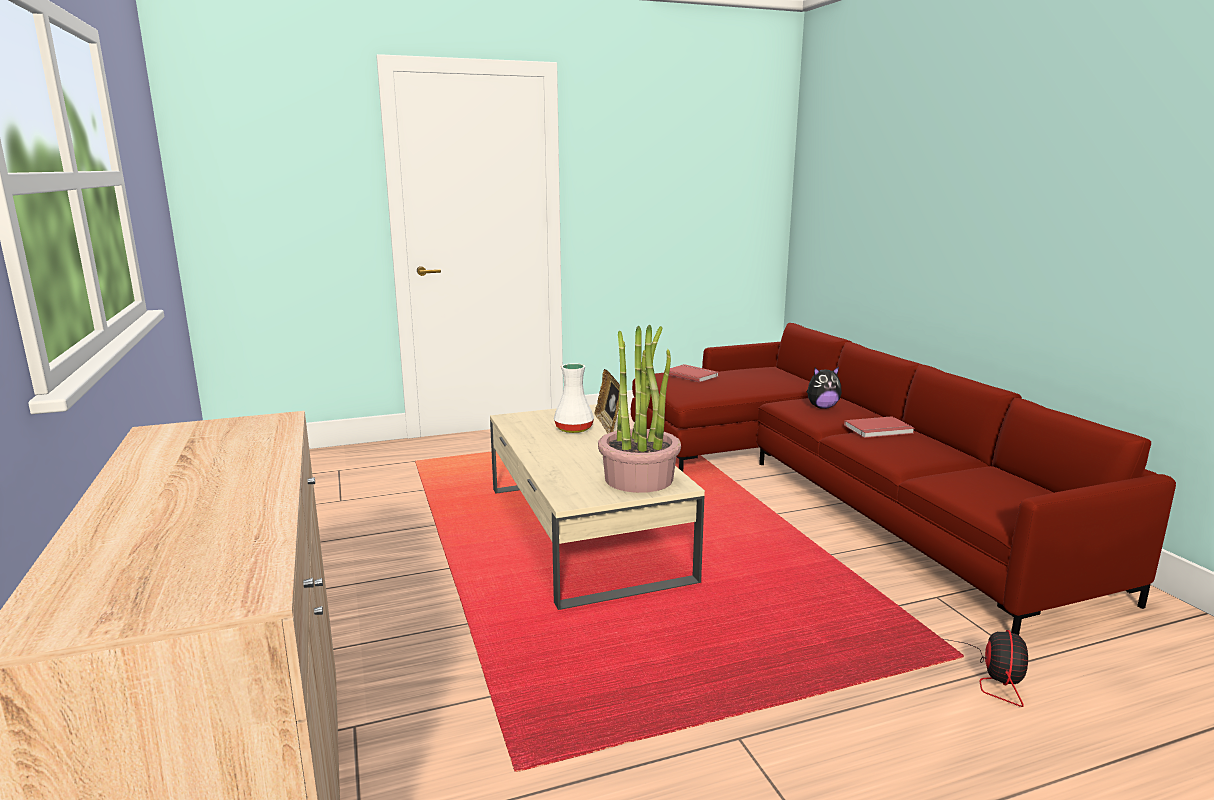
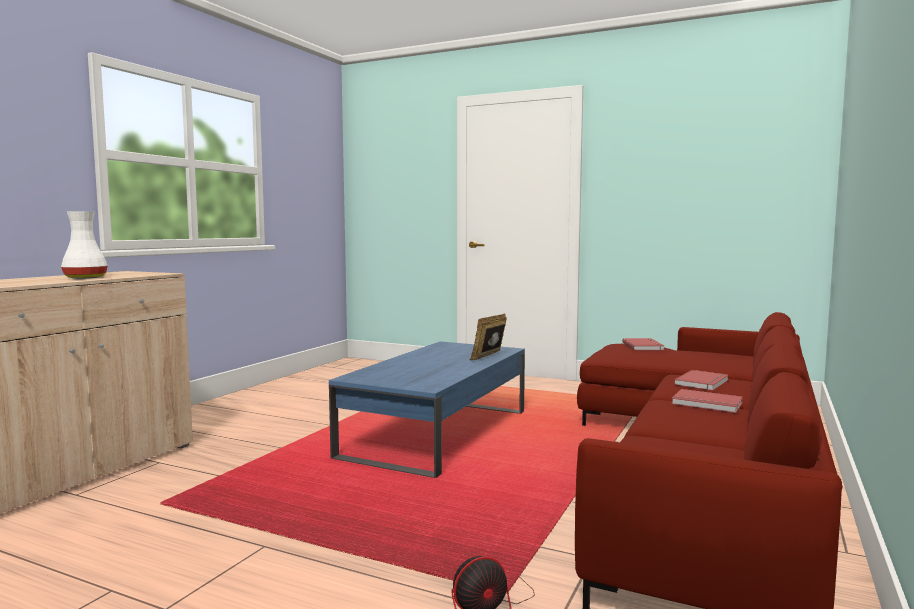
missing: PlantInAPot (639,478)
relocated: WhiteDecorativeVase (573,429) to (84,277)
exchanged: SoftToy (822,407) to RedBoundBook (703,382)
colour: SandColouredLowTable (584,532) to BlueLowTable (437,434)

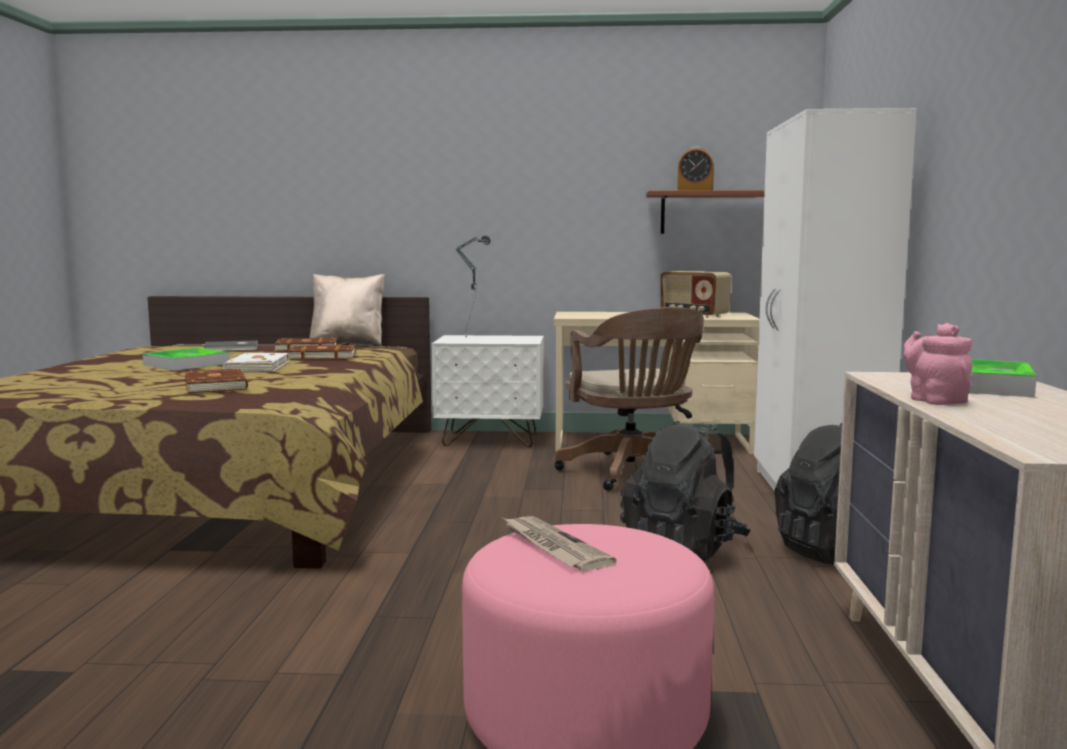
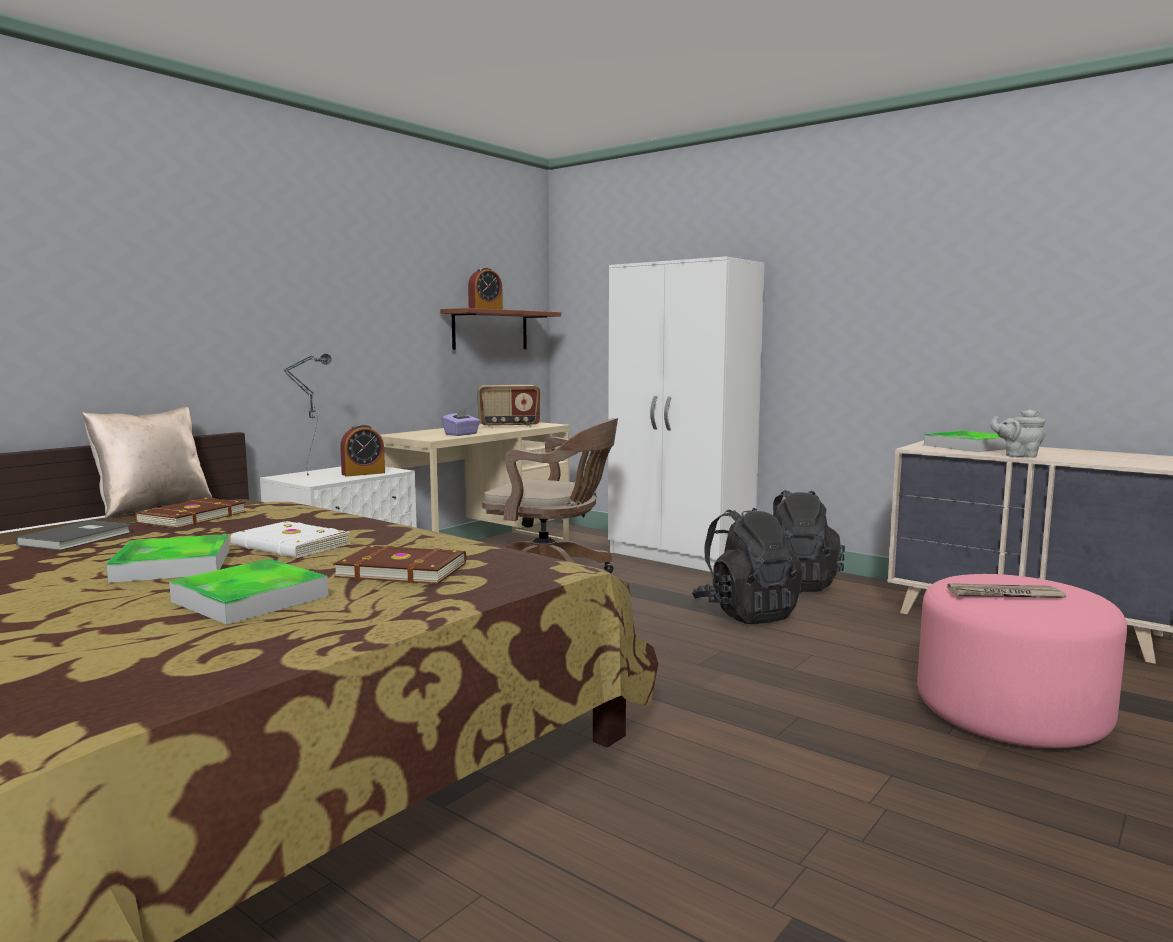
missing: BrownishBoundBook (322,356)
appeared: PurpleColouredTissueBox (461,434); BedsideClock (363,473); CarryingTray (250,599)
colour: PinkTeapot (934,400) to GrayTeapot (1018,455)

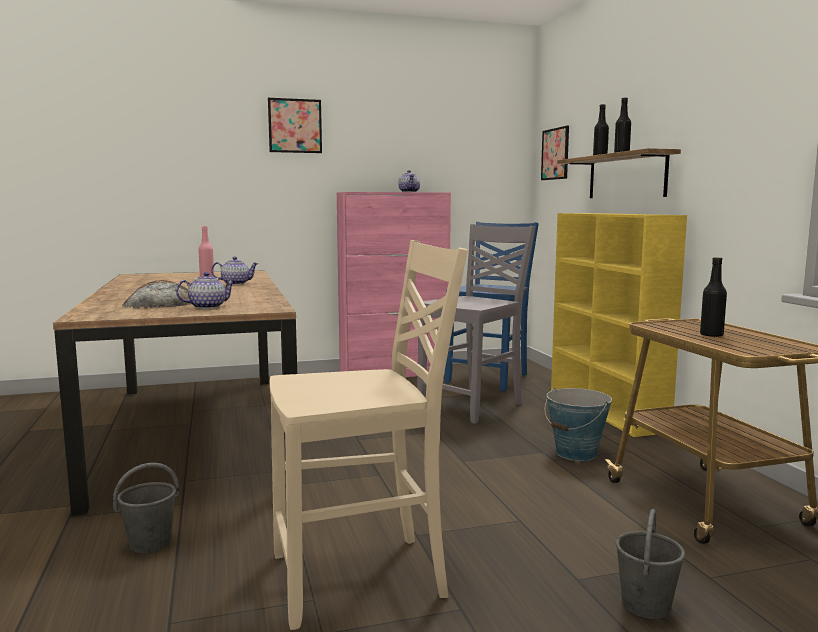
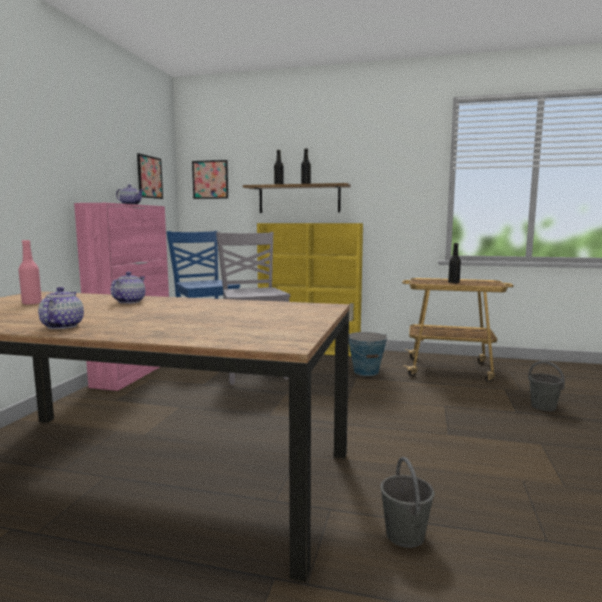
missing: SandColouredUprightChair (362,577); BakeryBread (161,303)
relocated: WallArt (295,126) to (149,177); Teapot (207,307) to (61,326)

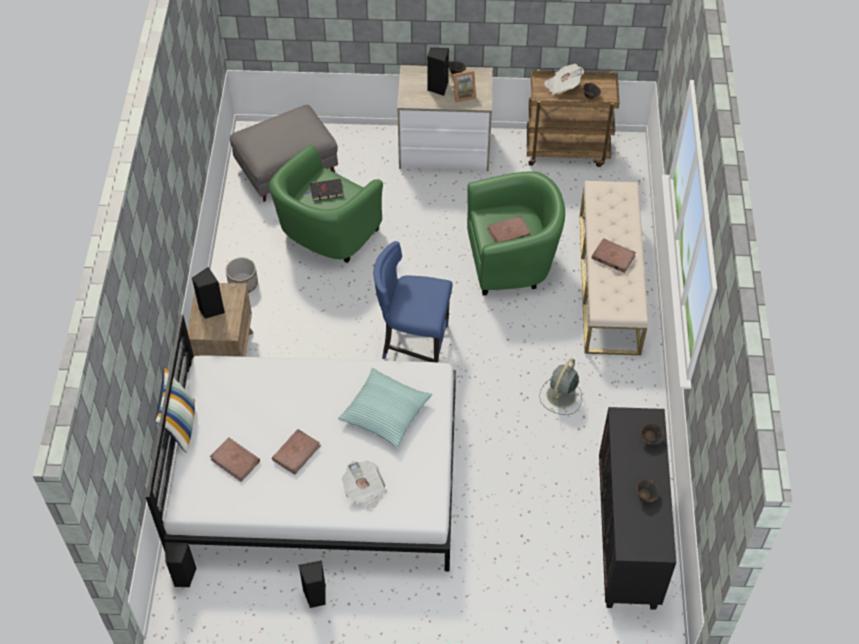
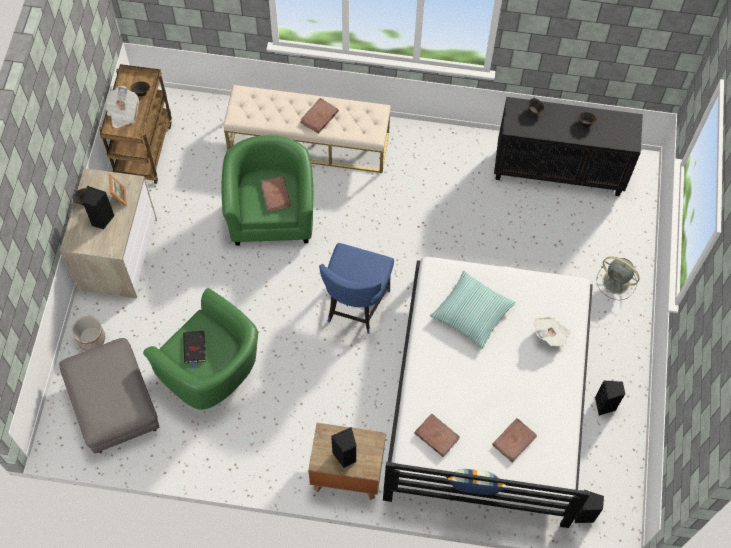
relocated: FlowerPot (243,284) to (91,338); GrayElectricFan (560,396) to (617,282); BrownishBoundBook (296,452) to (436,436)

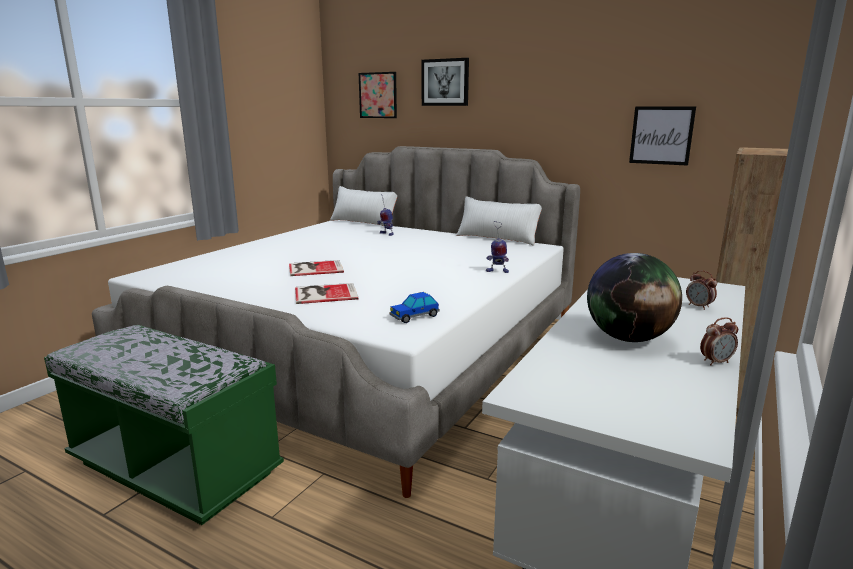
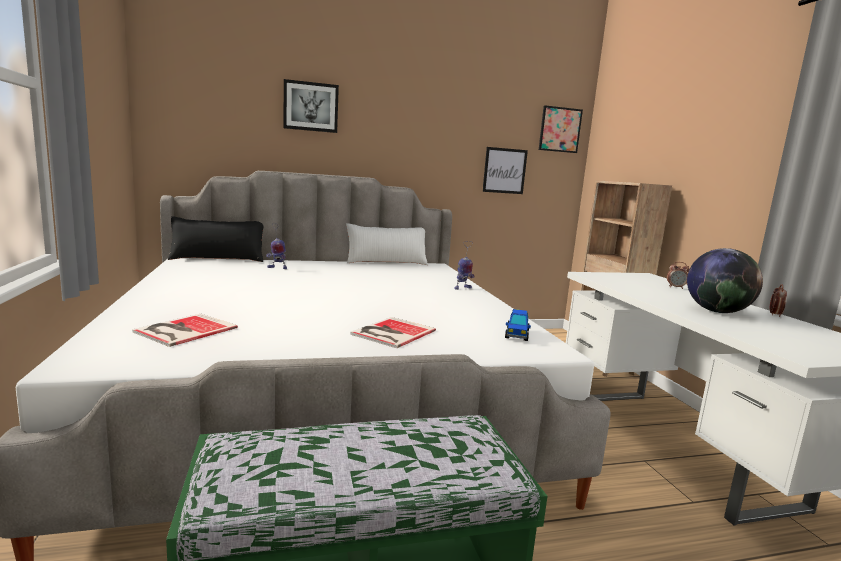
relocated: WallArt (378,95) to (560,129); BoundBook (314,268) to (183,330)
colour: WhitePillow (364,222) to BlackColouredPillow (218,259)

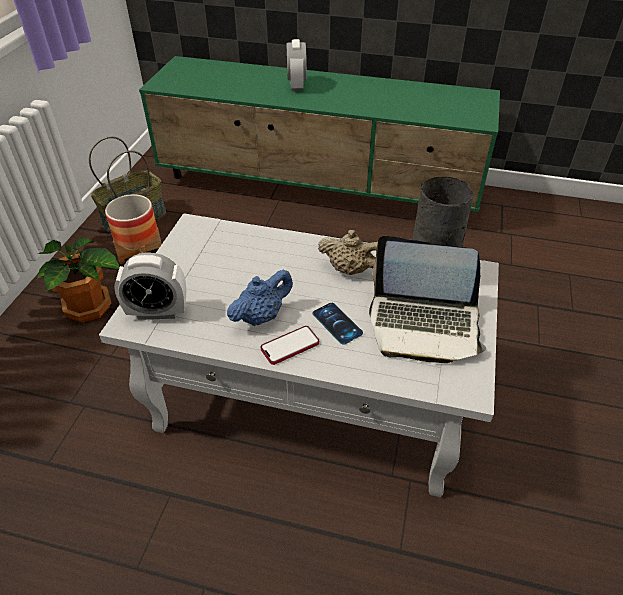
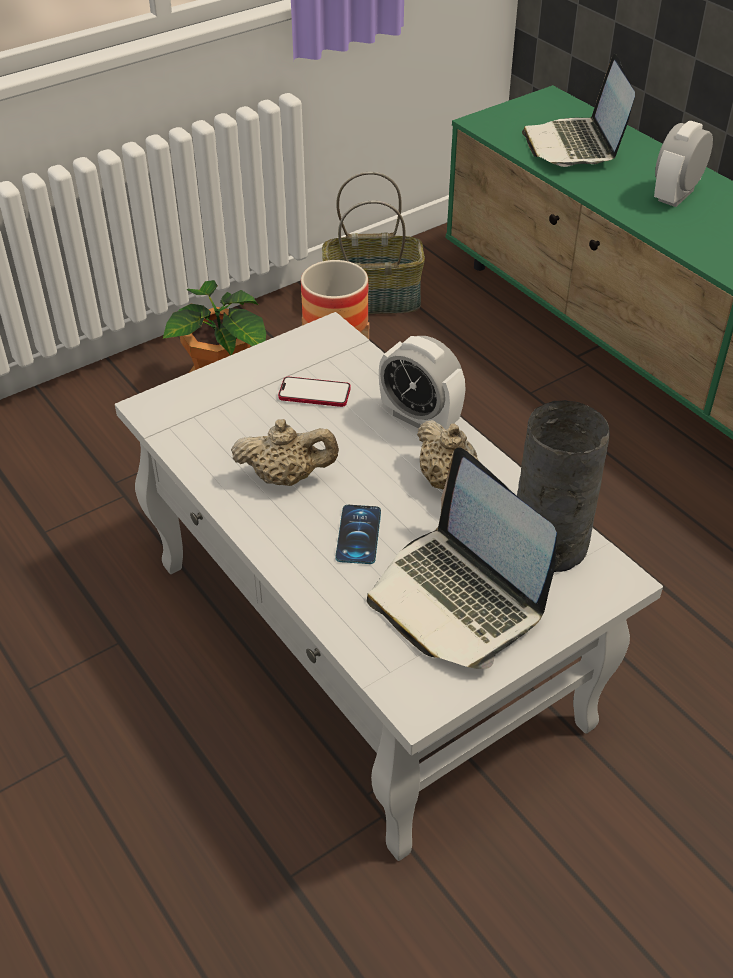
appeared: Laptop (575,145)
relocated: BedsideClock (158,312) to (420,419); Telephone (290,346) to (314,393)
colour: BlueTeapot (261,316) to SandColouredTeapot (286,477)

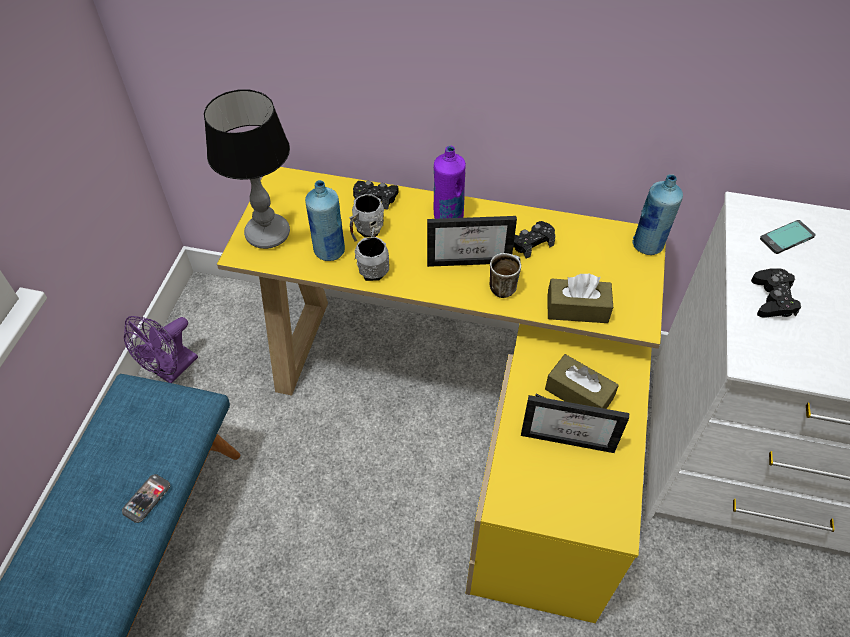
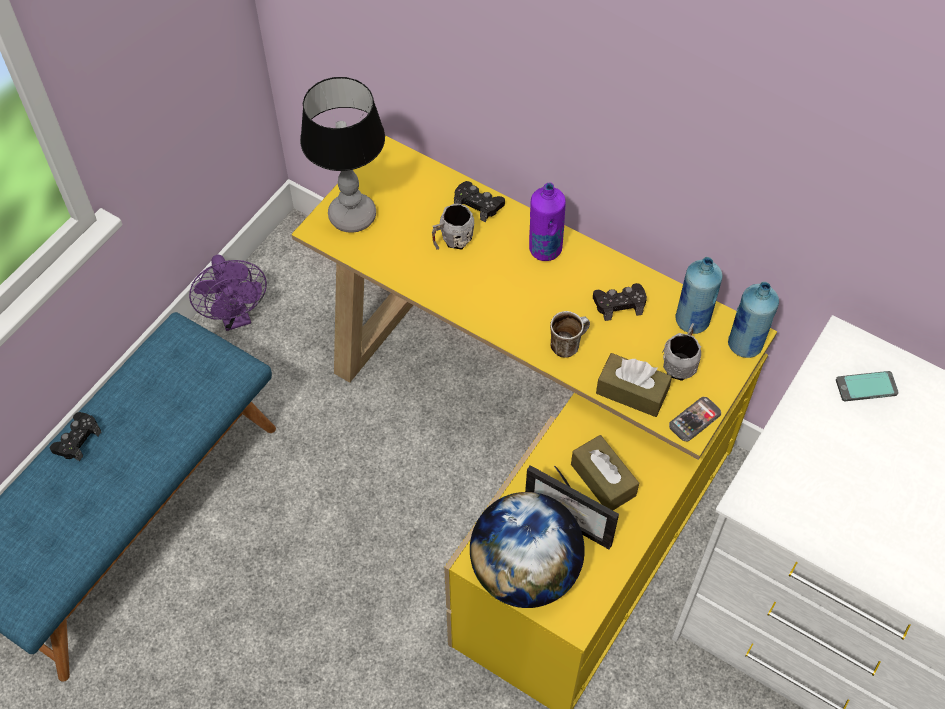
missing: StandingFrame (469,256)
appeared: WorldGlobe (525,571)
relocated: BlueBottle (329,251) to (692,321); GrayMug (373,267) to (680,363); BlackColouredJoypad (772,299) to (77,440); Telephone (147,499) to (694,420)
spun: PurpleColouredElectricFan (172,371) = (236,317) 75 degrees counterclockwise

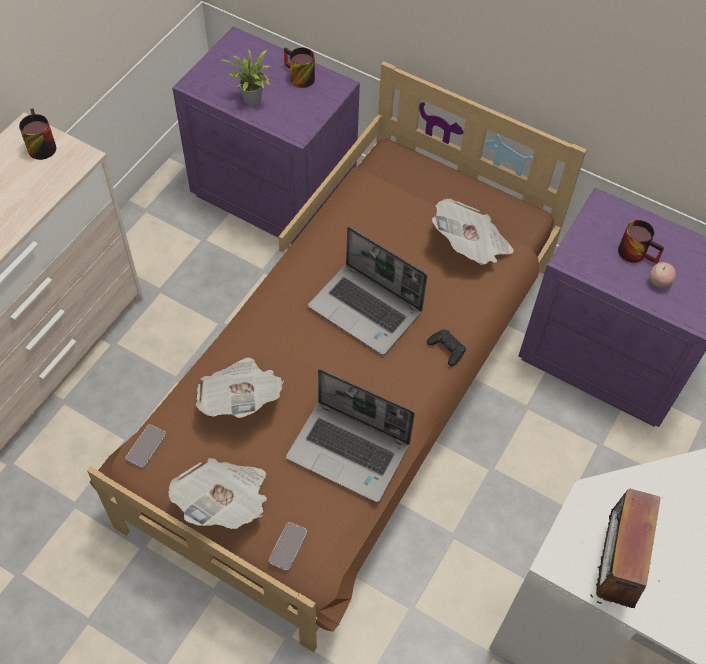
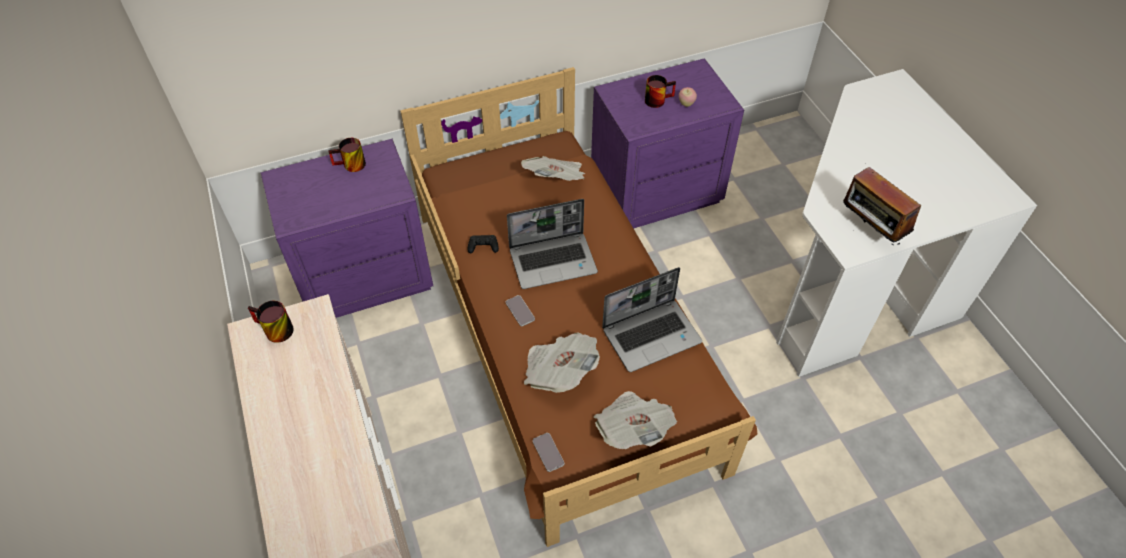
missing: PlantInAPot (252,100)
relocated: BlackColouredJoypad (446,349) to (483,246); Telephone (288,546) to (520,311)

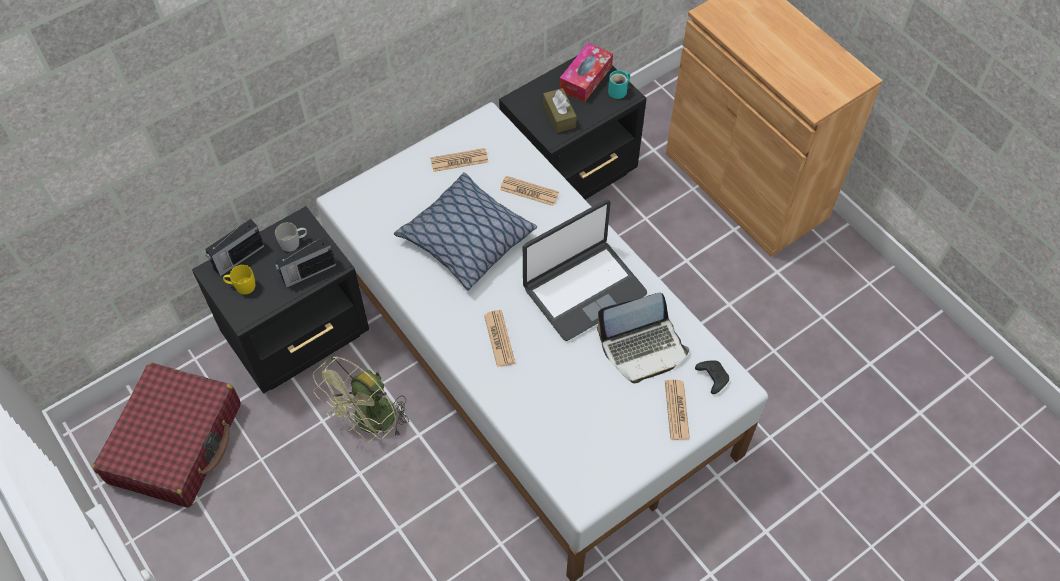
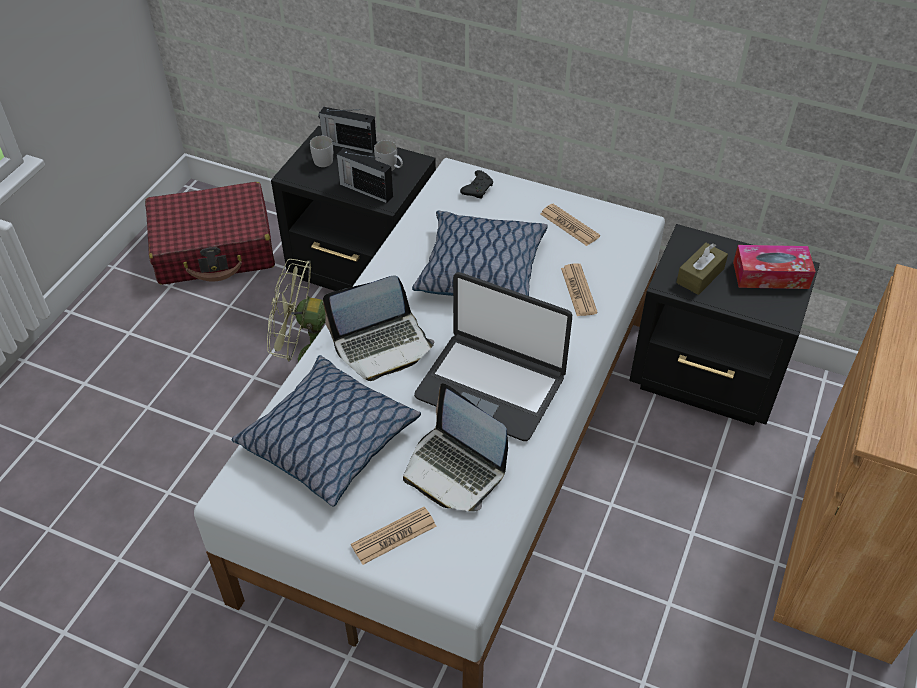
missing: BlueGreenMug (619,91)
appeared: Pillow (328,440)
relocated: BlackColouredJoypad (711,377) to (478,189)
exchanged: PrintedPaper (499,339) to Laptop (382,345)
colour: YellowColouredMug (241,286) to WhiteMug (321,159)

